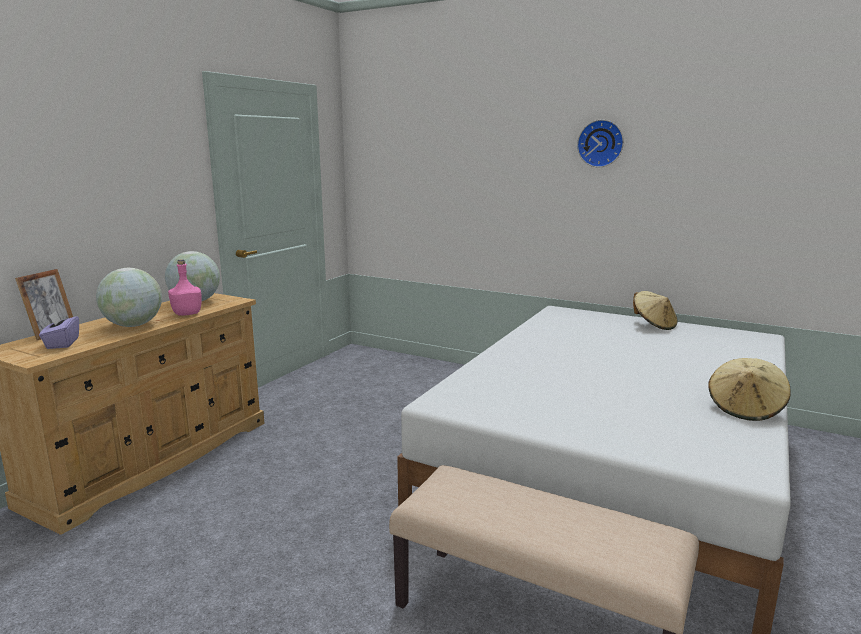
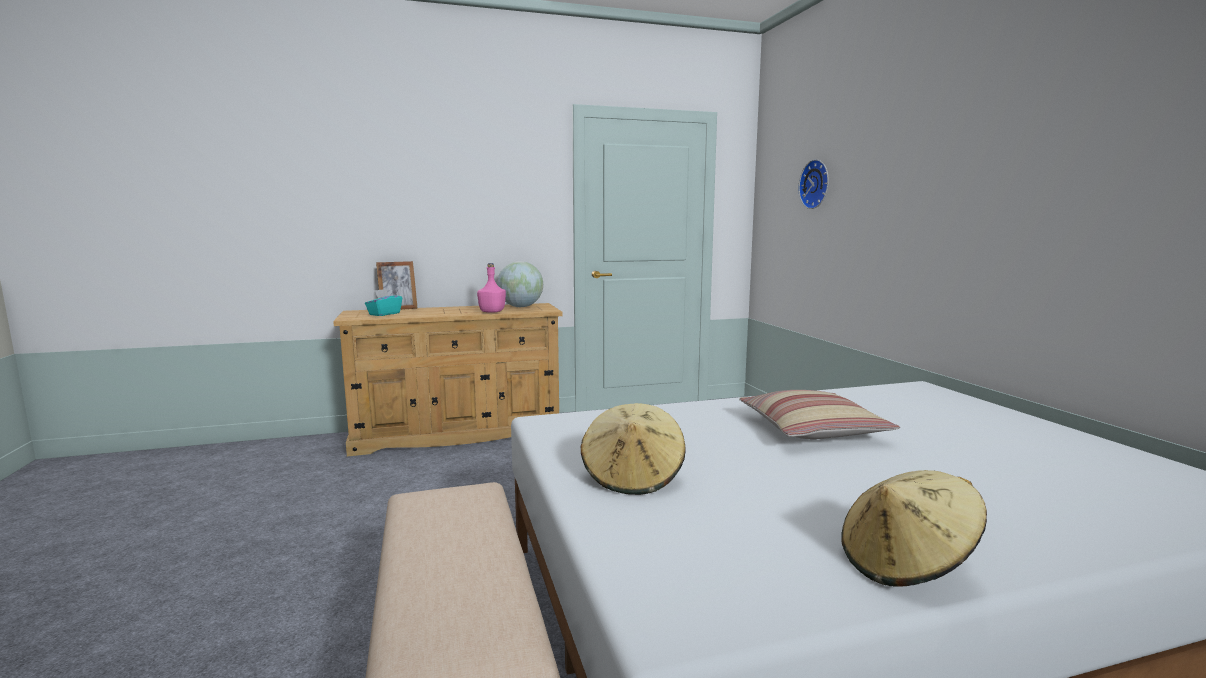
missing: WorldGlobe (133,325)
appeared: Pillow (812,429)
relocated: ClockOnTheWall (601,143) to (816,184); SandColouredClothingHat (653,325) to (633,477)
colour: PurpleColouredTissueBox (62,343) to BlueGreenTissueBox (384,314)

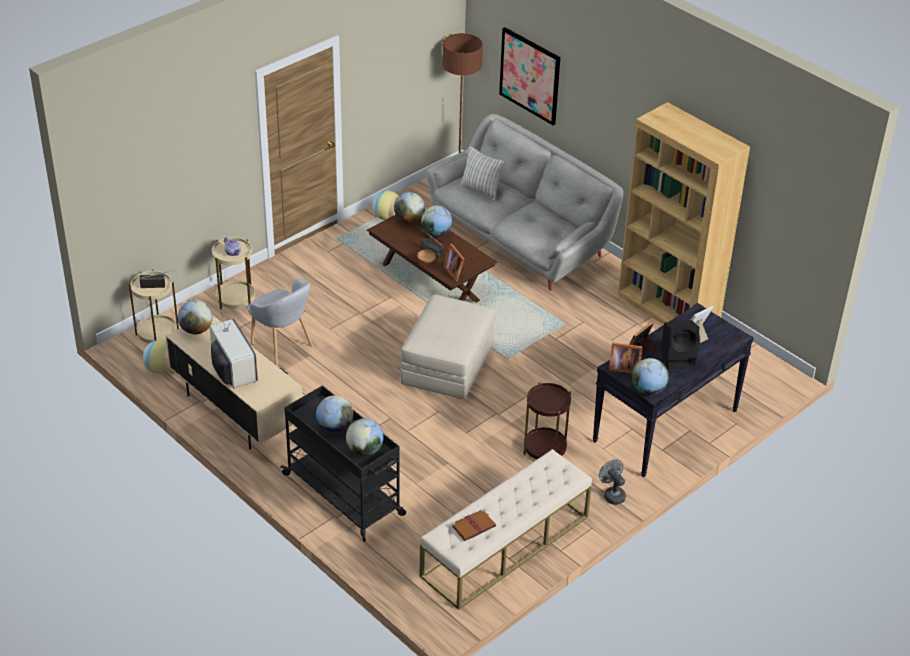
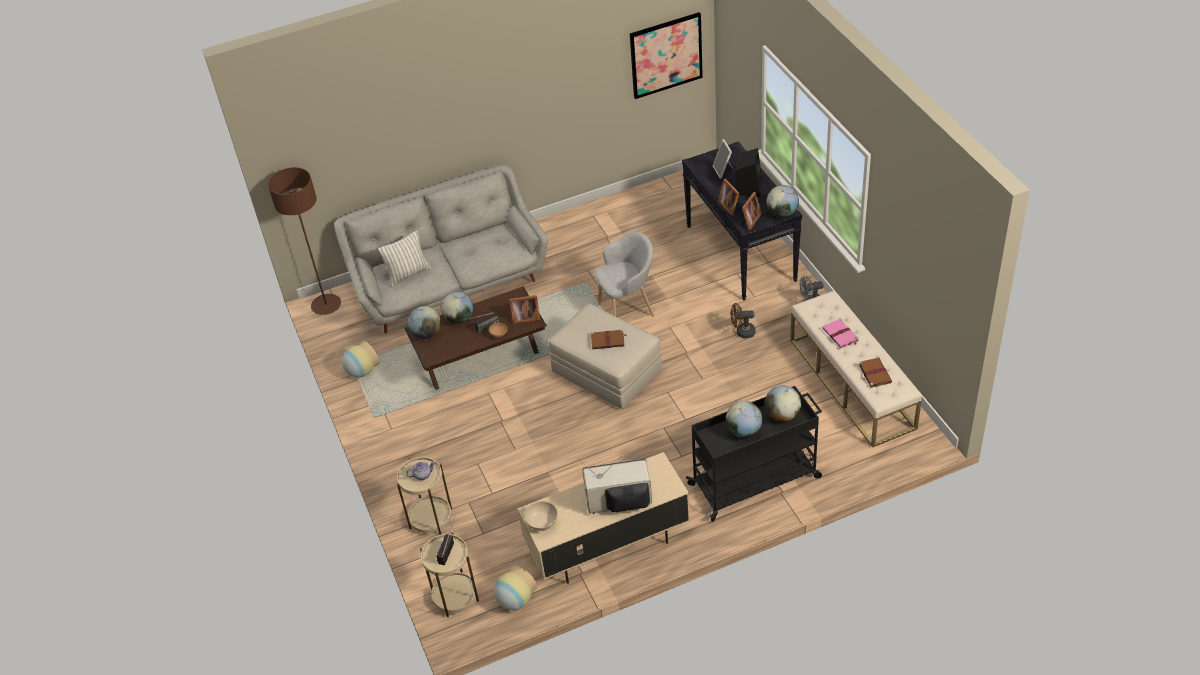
missing: BrownishBookcase (667,310)
appeared: PinkBoundBook (840,335); BrownishBoundBook (608,340)
relocated: WallArt (530,75) to (666,55); GrayArmchair (282,347) to (628,308)
exchanged: WorldGlobe (196,330) to SandColouredServingBowl (542,523); BrownishAccentTable (544,449) to BrownishElectricFan (742,332)

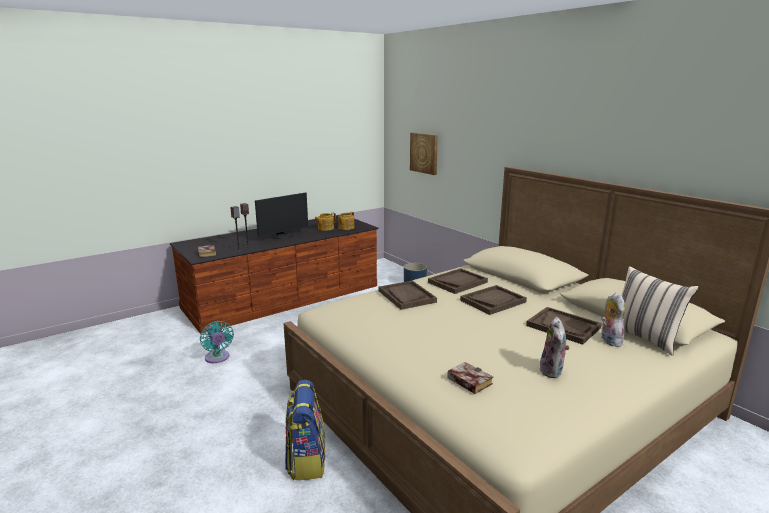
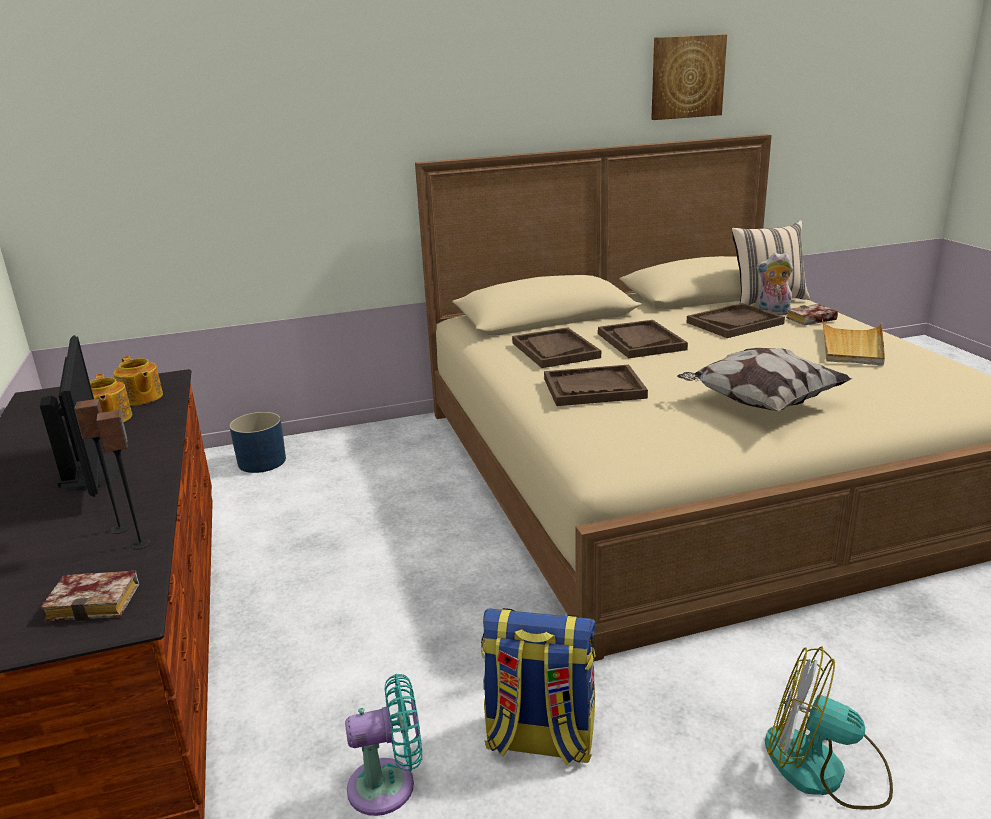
appeared: Pillow (759,403); ElectricFan (824,769)
relocated: WallArt (424,153) to (687,77); BoundBook (467,381) to (810,320); Knapsack (306,460) to (539,740)
exchanged: SoftToy (553,371) to SandColouredCarryingTray (852,346)

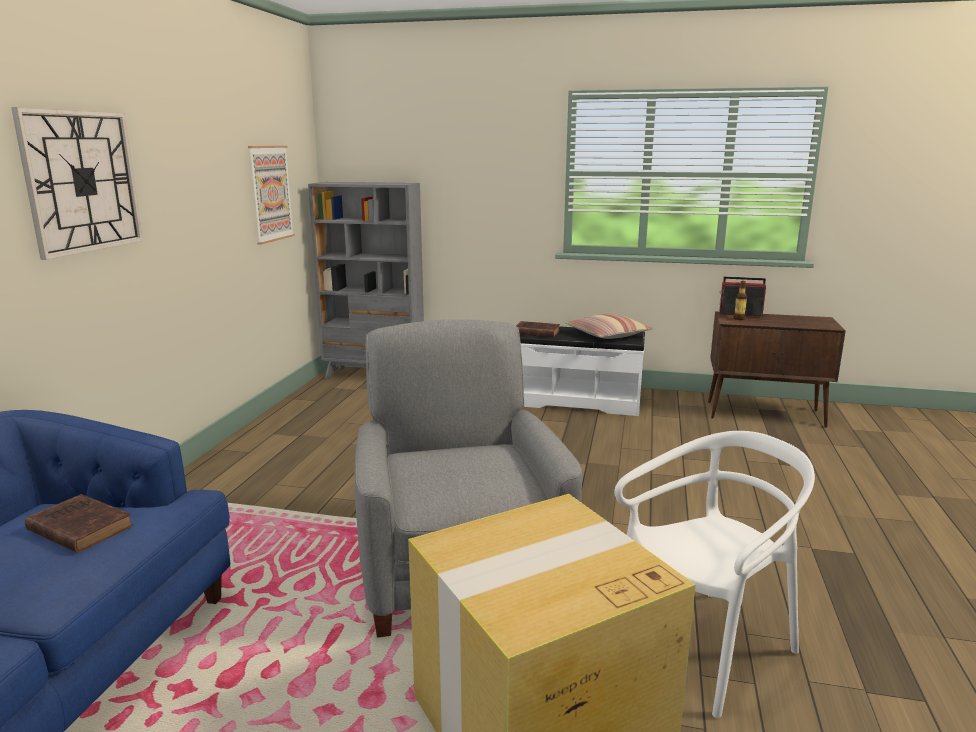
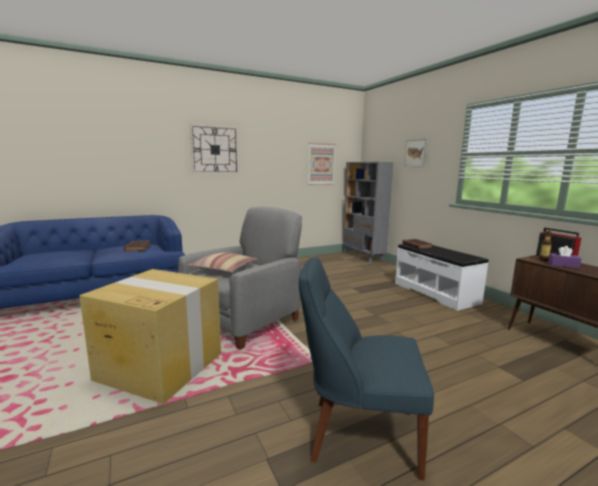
missing: WhiteUprightChair (705,646)
appeared: WallArt (415,153); PurpleColouredTissueBox (563,265); BlueUprightChair (358,434)
relocated: Pillow (607,335) to (224,269)

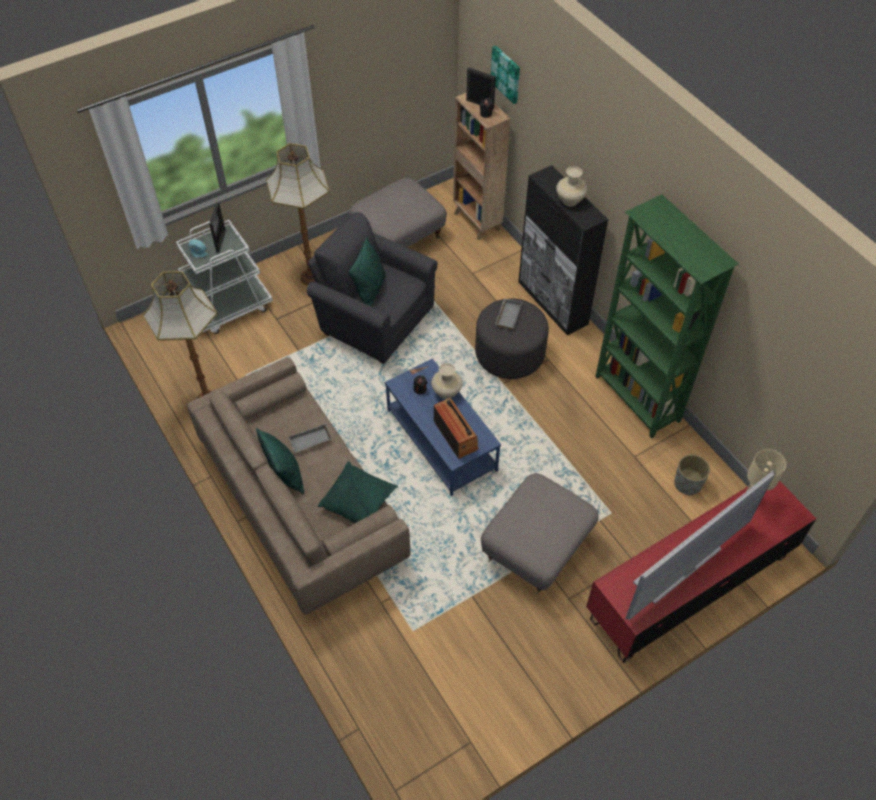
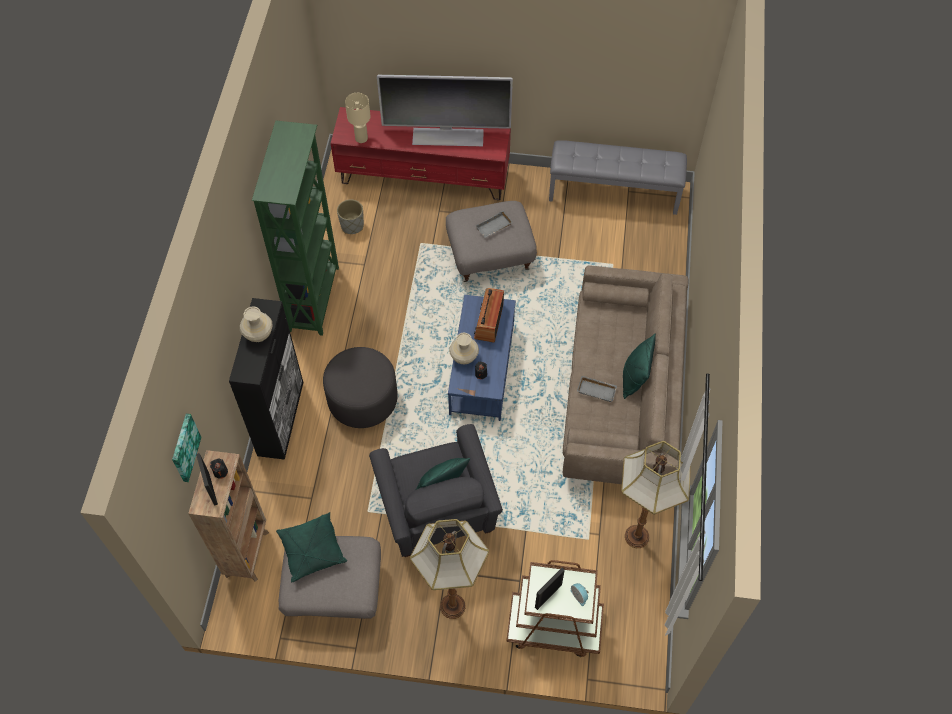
appeared: GrayIndoorBench (614,192)
relocated: GrayCarryingTray (507,315) to (494,227); GreenishPillow (358,501) to (312,550)
colour: WhiteCart (229,309) to BrownishCart (554,626)

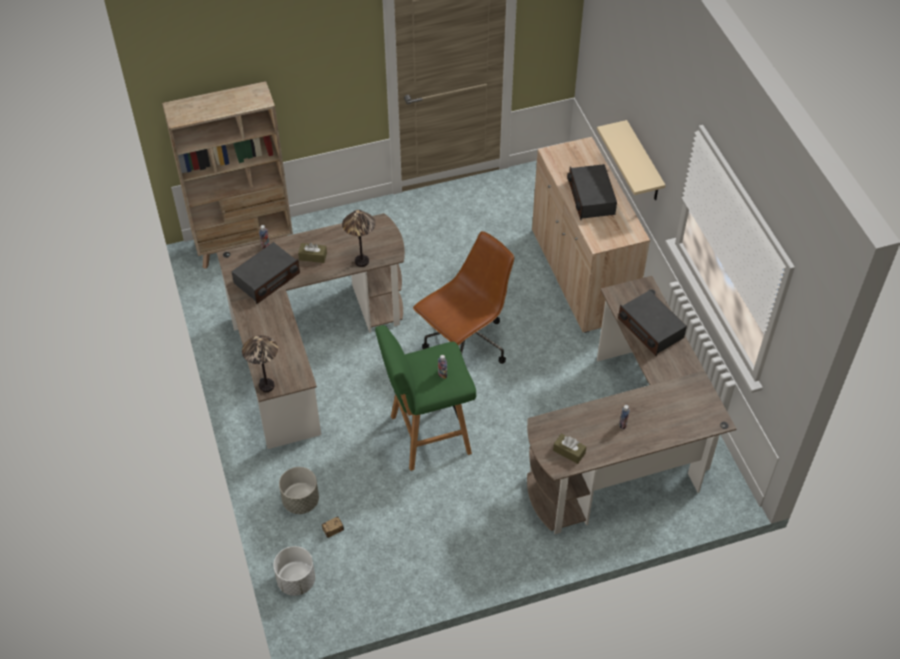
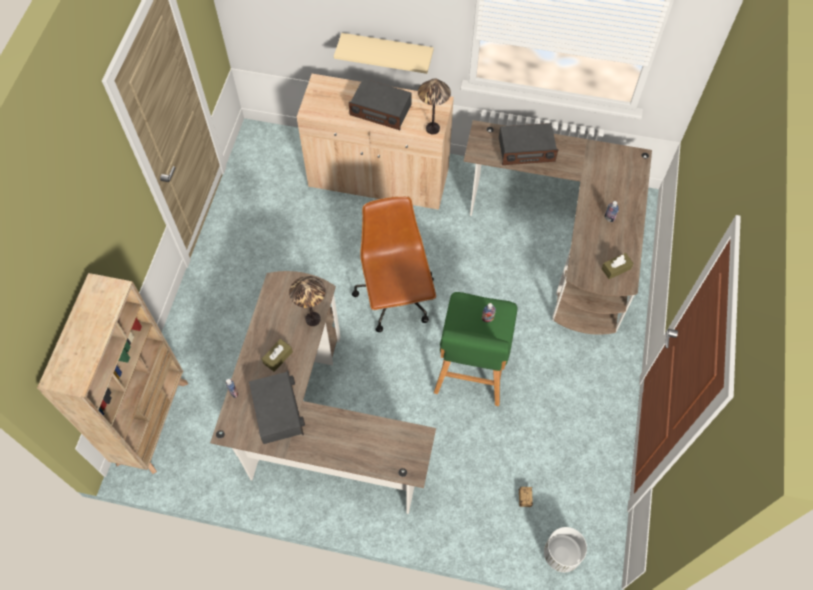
missing: GrayFlowerPot (301,501)
relocated: TabletopLamp (266,386) to (432,129)

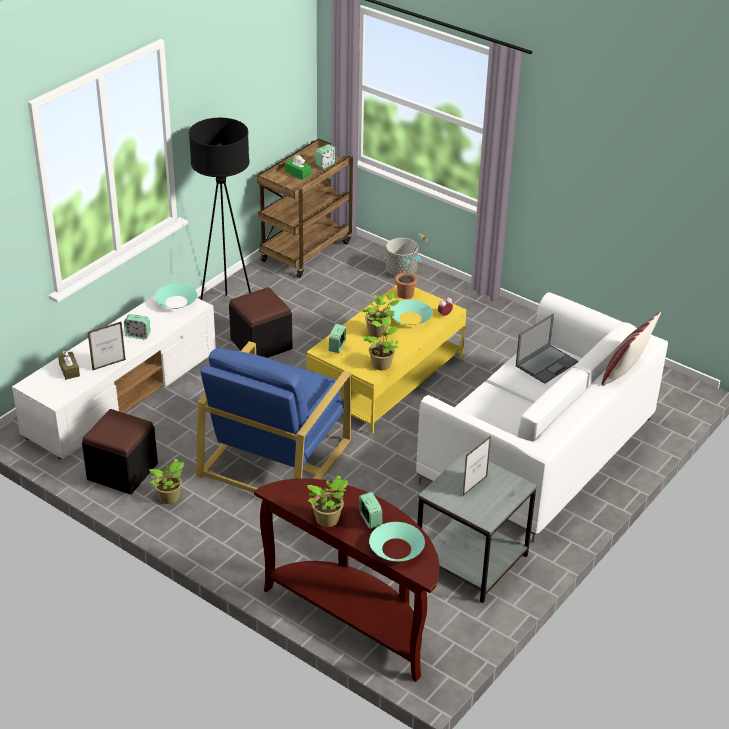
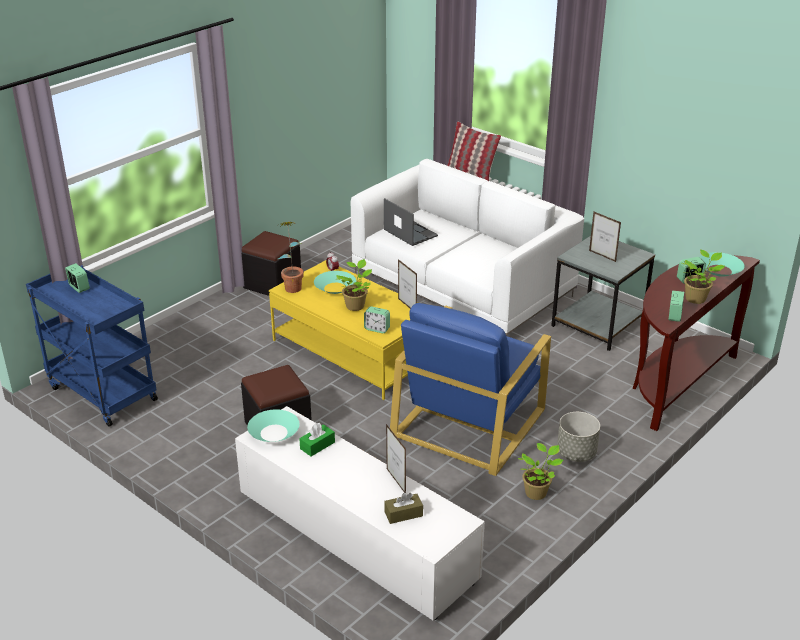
missing: BlackColouredStandingLamp (227,313)
relocated: GreenishTissueBox (298,173) to (317,445); GrayFlowerPot (401,271) to (576,453); BedsideClock (138,335) to (674,316); BlackColouredFootrest (122,471) to (272,284)
exchanged: PlantInAPot (381,364) to StandingFrame (407,306)
colour: BrownishCart (307,250) to BlueCart (100,393)
spun: BlueArmchair (275,456) = (469,422) 90 degrees clockwise

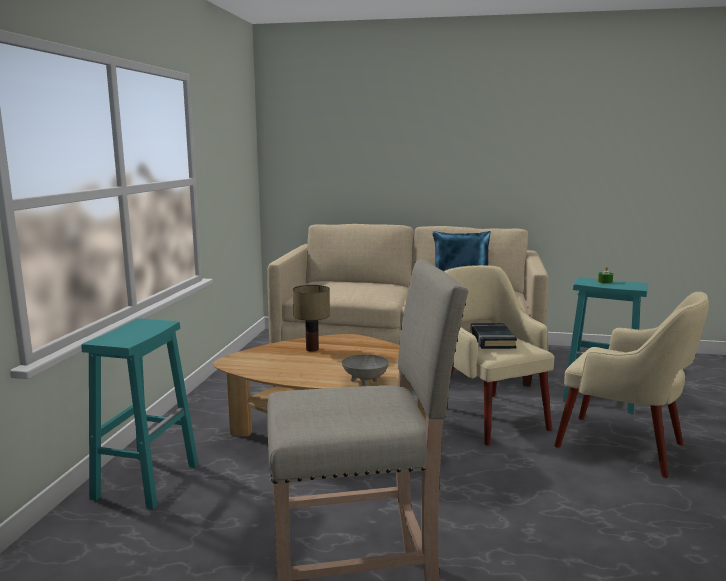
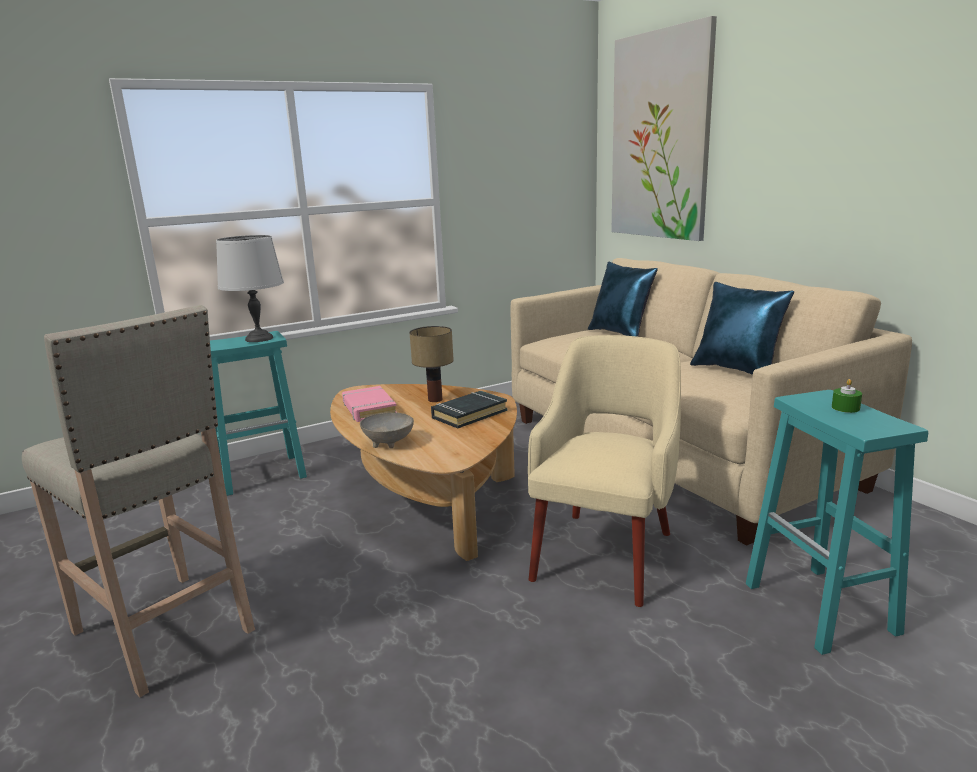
missing: SandColouredArmchair (623,446)
appeared: WallArt (660,137); GrayTabletopLamp (259,339); BluePillow (621,334); PinkBoundBook (369,409)
relocated: BlackColouredBoundBook (492,340) to (469,414)

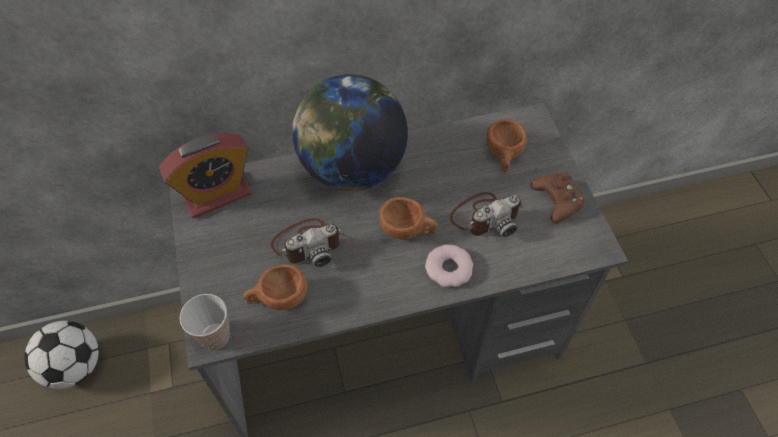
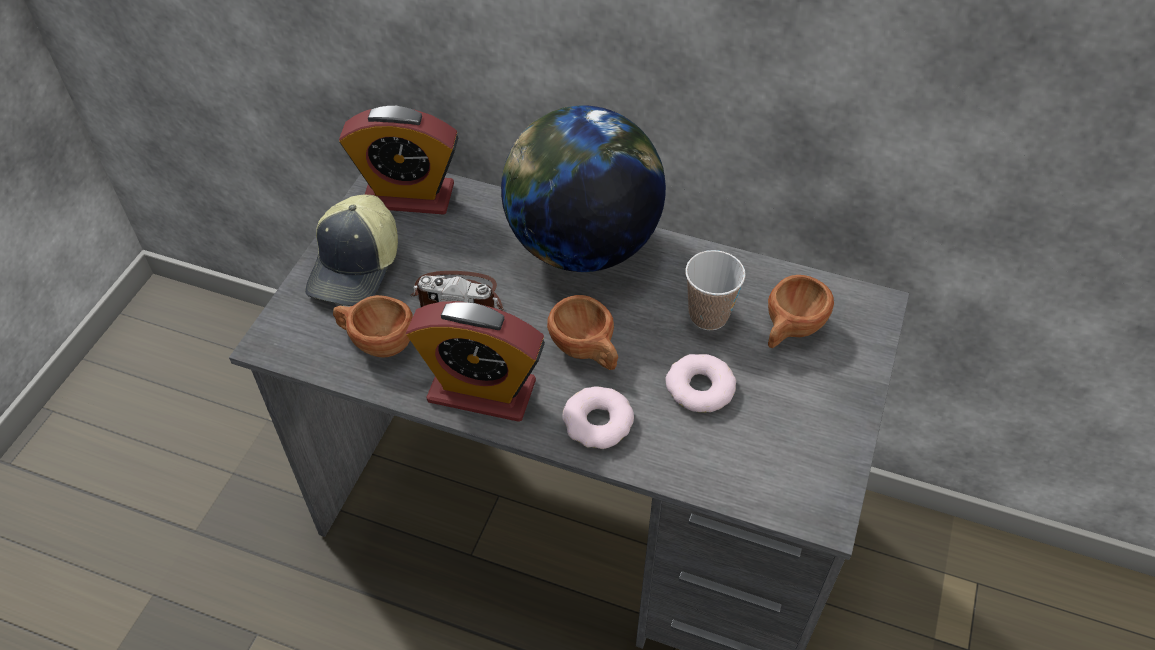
missing: BrownishJoypad (557,200); Football (75,366)
appeared: Cap (357,266); BedsideClock (481,391)
relocated: SmallCup (215,336) to (708,315)
exchanged: StillCamera (485,216) to Doughnut (699,388)

